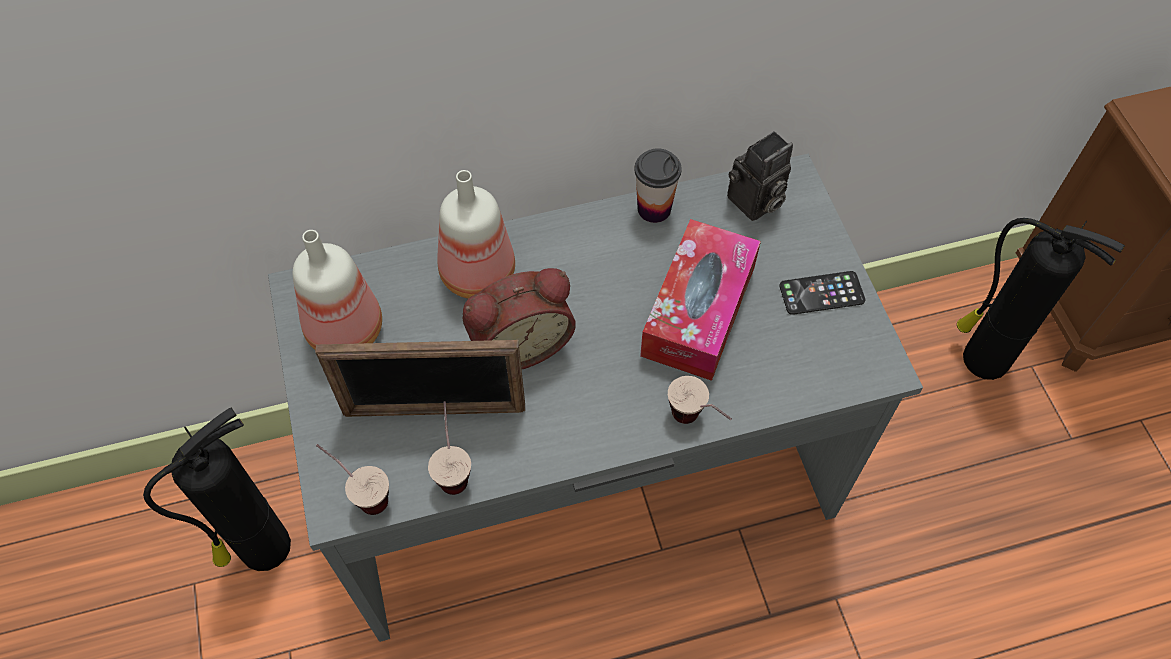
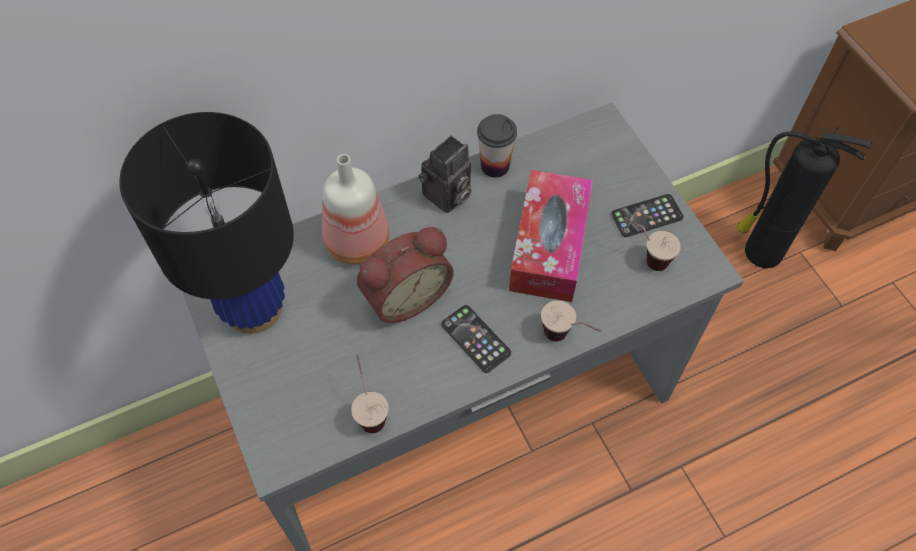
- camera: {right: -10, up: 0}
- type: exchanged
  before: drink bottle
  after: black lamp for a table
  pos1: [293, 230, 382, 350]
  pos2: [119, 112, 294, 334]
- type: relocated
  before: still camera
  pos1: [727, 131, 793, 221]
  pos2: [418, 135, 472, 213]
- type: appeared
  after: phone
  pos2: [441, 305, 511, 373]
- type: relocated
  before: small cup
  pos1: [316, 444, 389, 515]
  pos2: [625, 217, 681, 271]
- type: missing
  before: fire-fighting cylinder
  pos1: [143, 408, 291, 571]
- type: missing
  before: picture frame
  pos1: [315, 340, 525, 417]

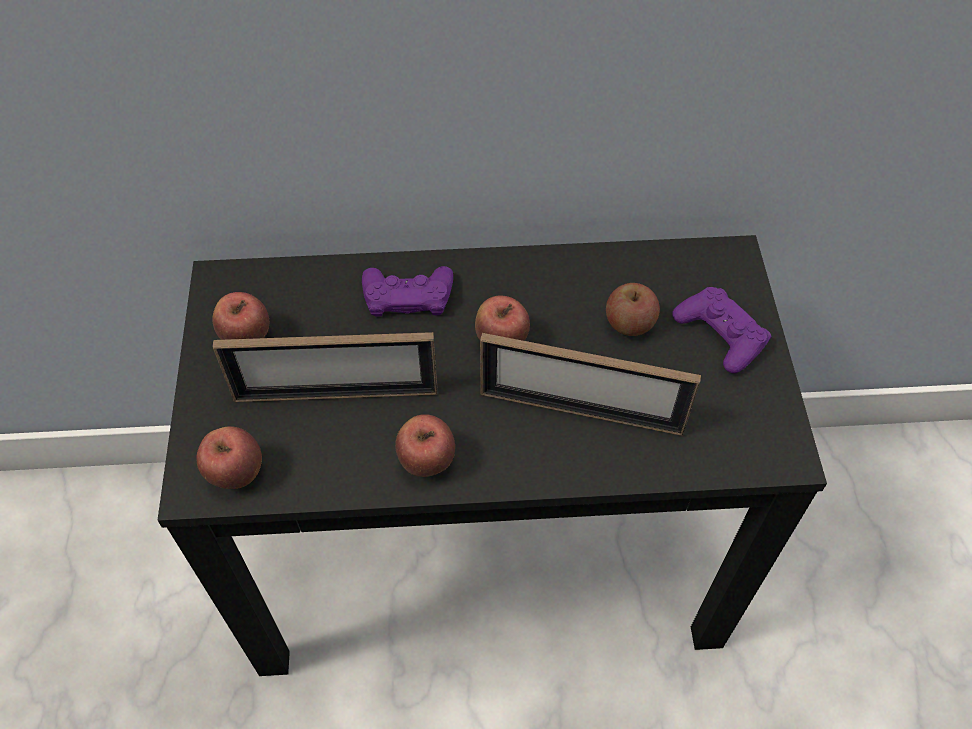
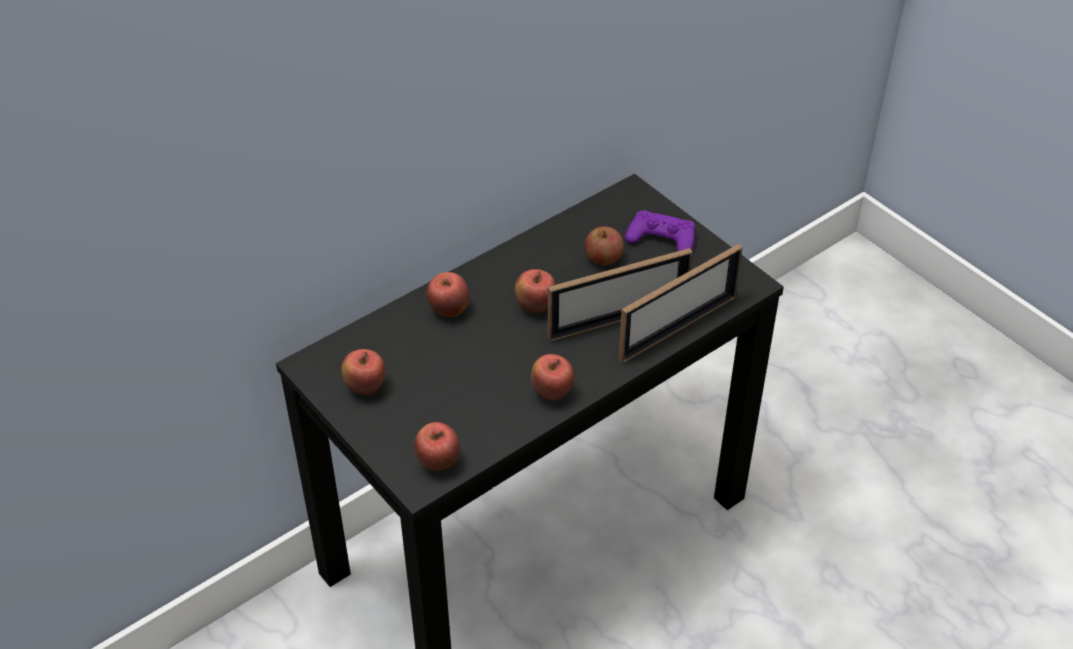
- camera: {right: -35, up: -10}
- type: exchanged
  before: purple joypad
  after: apple fruit
  pos1: [362, 266, 453, 317]
  pos2: [427, 272, 470, 317]
- type: relocated
  before: picture frame
  pos1: [213, 332, 438, 402]
  pos2: [618, 244, 743, 363]

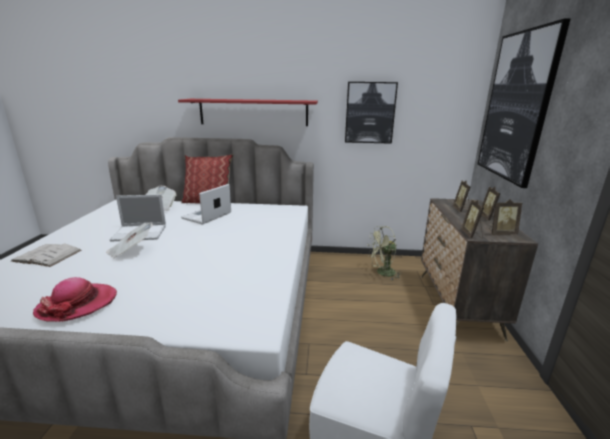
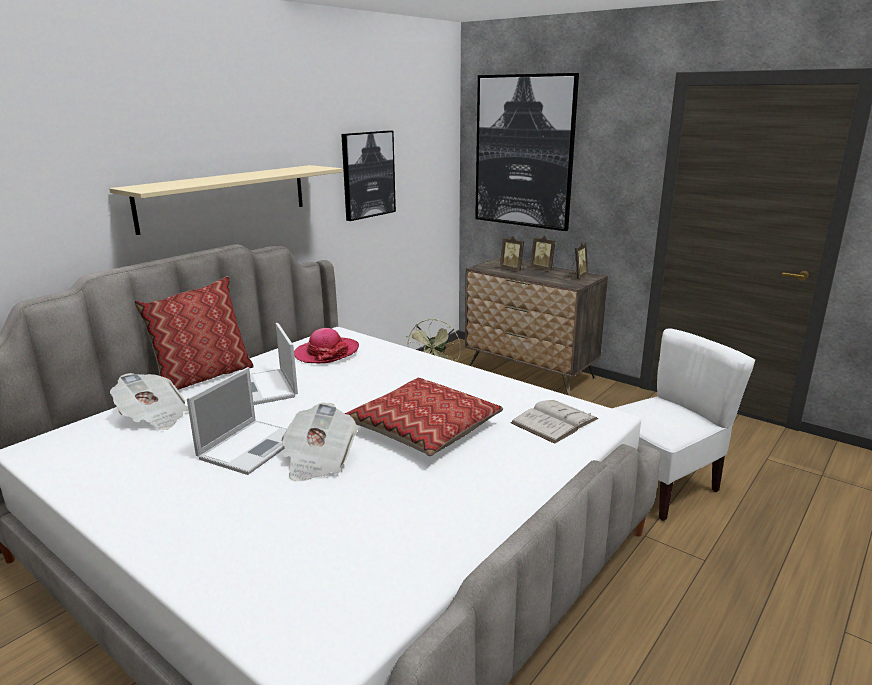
- camera: {right: -55, up: 0}
- type: colour
  before: reddish shelf
  after: sand-coloured shelf
  pos1: [178, 99, 318, 126]
  pos2: [109, 165, 343, 235]
- type: relocated
  before: wearable hat
  pos1: [33, 277, 117, 322]
  pos2: [294, 328, 359, 363]
- type: appeared
  after: cushion
  pos2: [345, 378, 503, 456]
- type: relocated
  before: whitish bound book
  pos1: [11, 244, 81, 267]
  pos2: [511, 400, 599, 444]
- type: missing
  before: picture frame
  pos1: [462, 199, 484, 238]

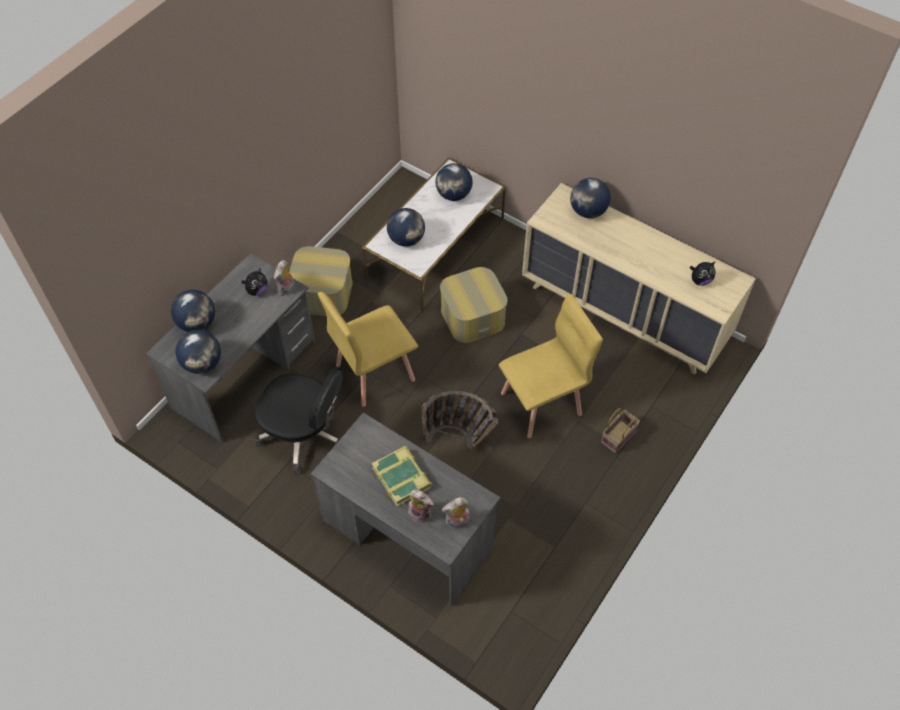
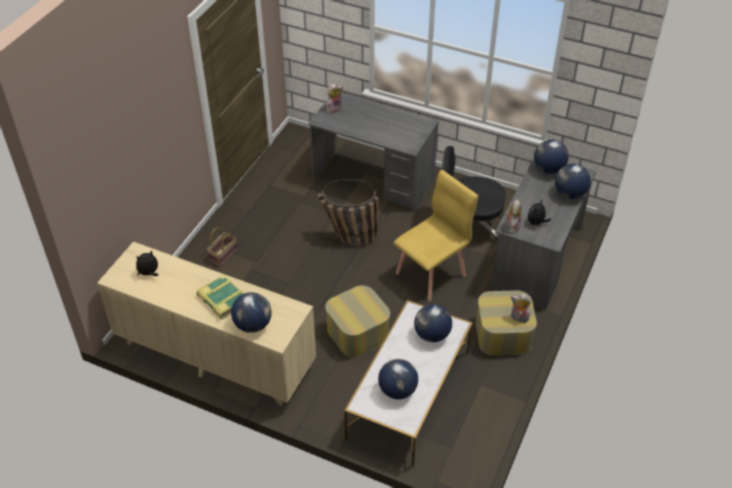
- camera: {right: 170, up: -10}
- type: relocated
  before: bound book
  pos1: [372, 446, 432, 507]
  pos2: [196, 274, 244, 319]
- type: relocated
  before: cuddly toy
  pos1: [408, 489, 434, 524]
  pos2: [511, 294, 531, 323]
- type: missing
  before: yellowish plain chair
  pos1: [499, 294, 603, 438]

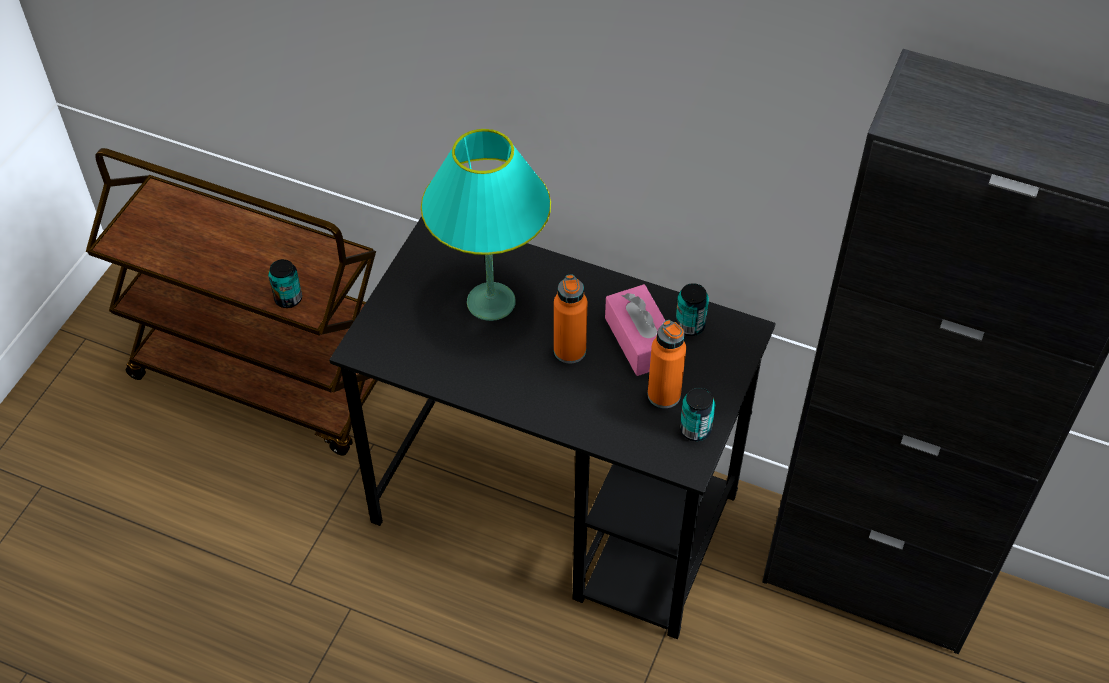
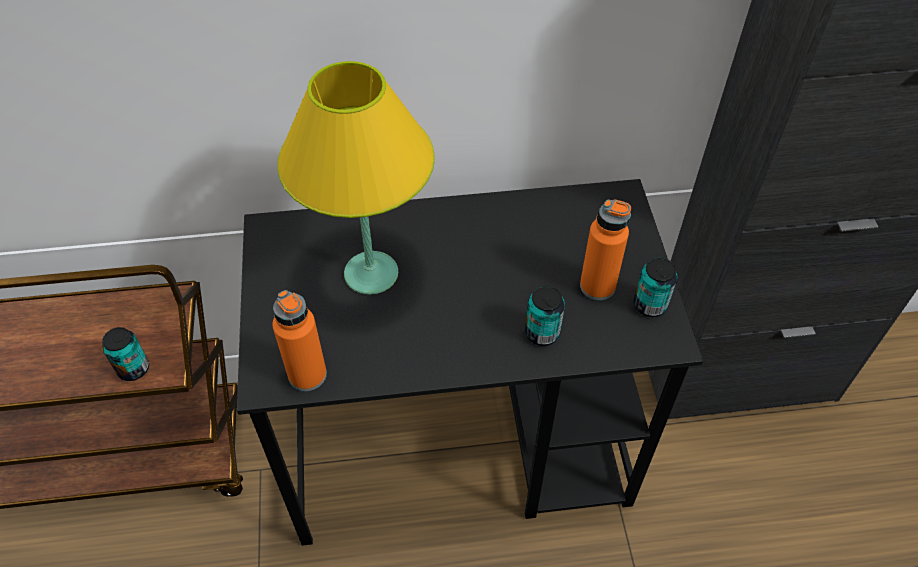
- camera: {right: -30, up: 0}
- type: relocated
  before: orange-coloured drink bottle
  pos1: [554, 275, 587, 364]
  pos2: [273, 290, 327, 391]
- type: colour
  before: blue-green lamp for a table
  after: yellowish lamp for a table
  pos1: [421, 129, 551, 321]
  pos2: [277, 61, 435, 295]
- type: relocated
  before: metal can
  pos1: [675, 283, 709, 336]
  pos2: [525, 286, 565, 346]
- type: missing
  before: pink tissue holder
  pos1: [605, 284, 666, 376]

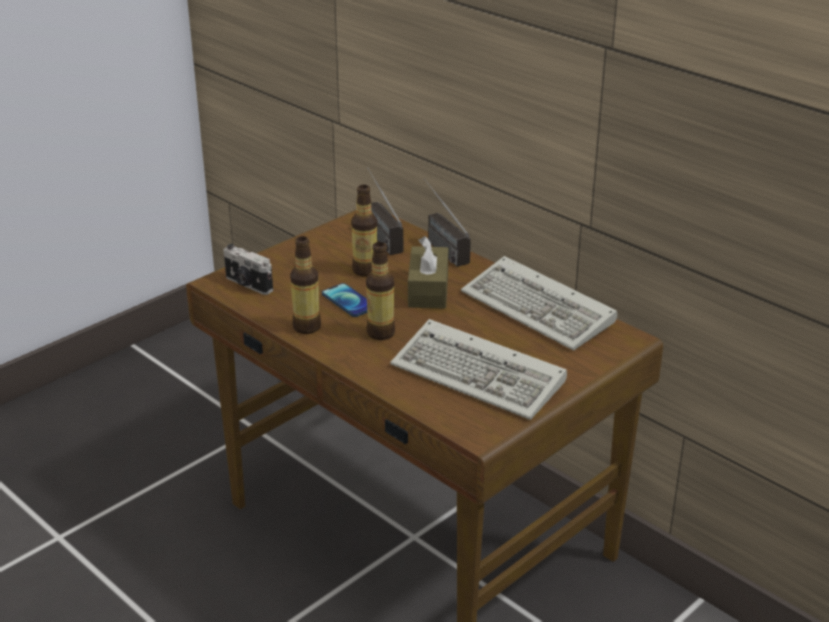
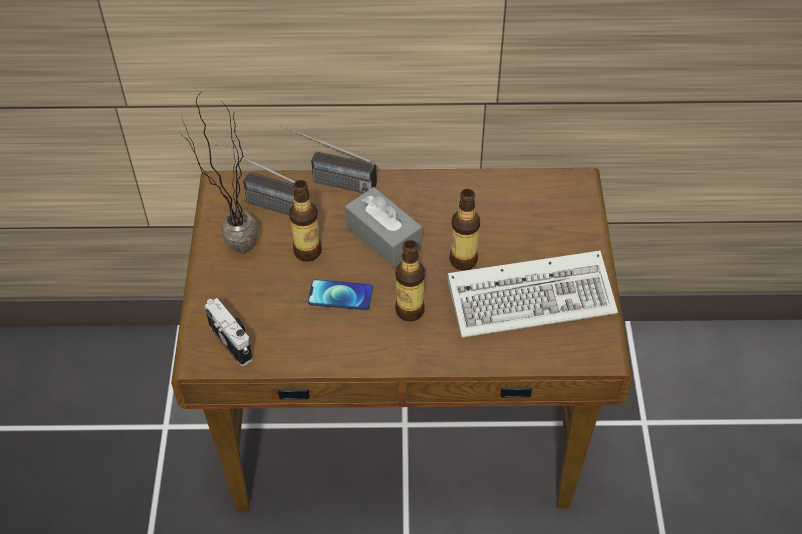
- camera: {right: -45, up: 20}
- type: appeared
  after: houseplant
  pos2: [178, 92, 257, 253]
- type: spun
  before: still camera
  pos1: [223, 244, 273, 295]
  pos2: [205, 298, 253, 366]
  turn: -120
- type: colour
  before: brownish tissue holder
  after: grey tissue holder
  pos1: [408, 236, 448, 309]
  pos2: [345, 187, 422, 267]
- type: relocated
  before: drink bottle
  pos1: [290, 236, 321, 334]
  pos2: [449, 189, 480, 271]
- type: missing
  before: PC keyboard
  pos1: [461, 256, 617, 351]

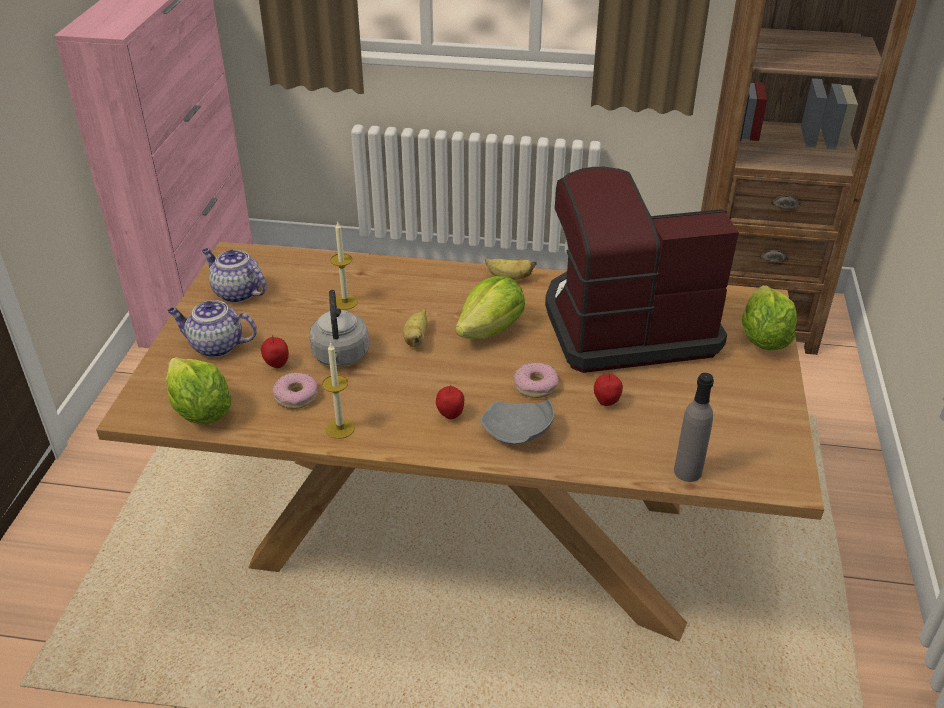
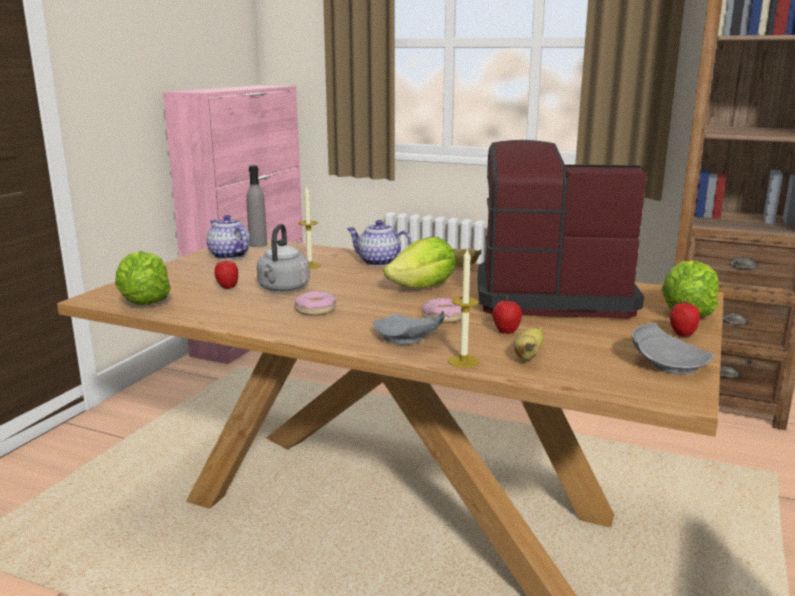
- camera: {right: 15, up: -20}
- type: relocated
  before: grey drink bottle
  pos1: [674, 373, 714, 482]
  pos2: [246, 165, 267, 247]
- type: relocated
  before: donut
  pos1: [273, 372, 318, 409]
  pos2: [295, 291, 336, 316]
- type: relocated
  before: pot for tea
  pos1: [167, 300, 257, 357]
  pos2: [347, 220, 413, 266]
- type: relocated
  before: candle
  pos1: [322, 342, 355, 439]
  pos2: [448, 249, 479, 368]
- type: relocated
  before: banana
  pos1: [403, 309, 427, 347]
  pos2: [514, 327, 544, 361]
- type: appeared
  after: grey dinner plate
  pos2: [632, 323, 714, 375]
- type: relocated
  before: apple fruit
  pos1: [436, 385, 464, 420]
  pos2: [670, 298, 700, 337]

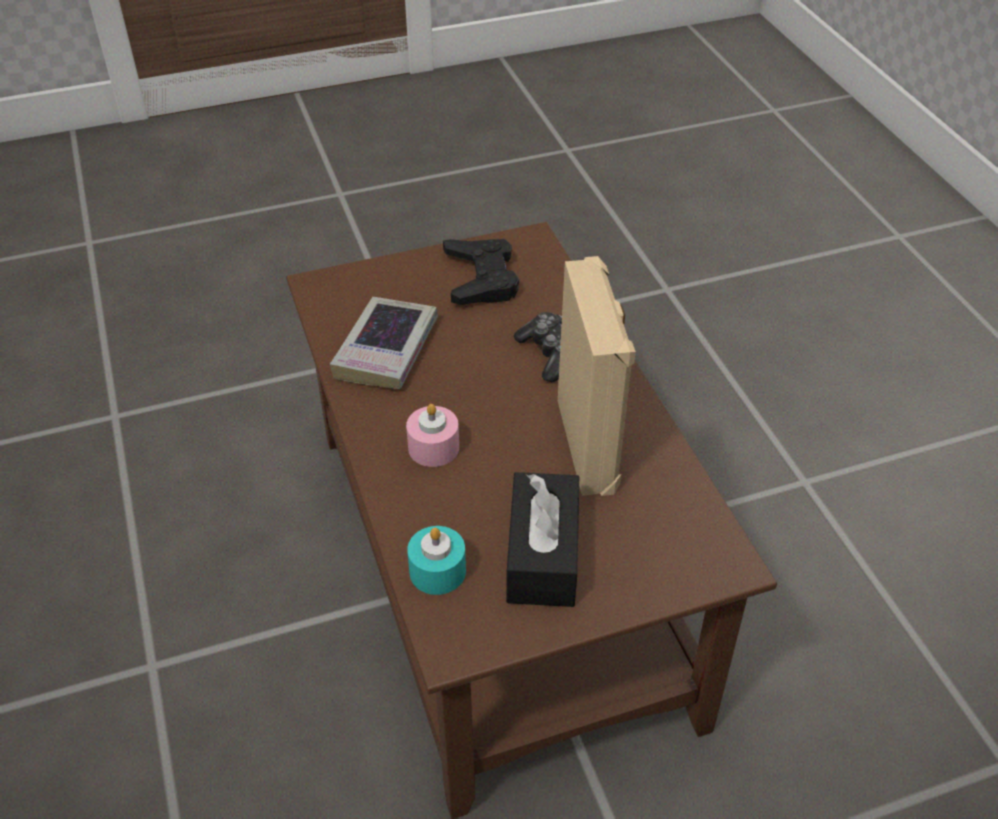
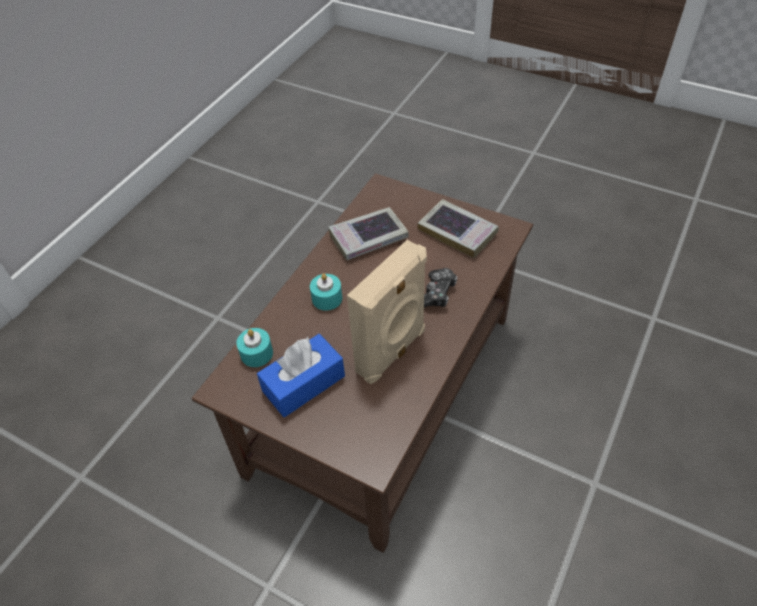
- camera: {right: 50, up: 5}
- type: colour
  before: black tissue holder
  after: blue tissue holder
  pos1: [506, 472, 579, 607]
  pos2: [257, 334, 345, 417]
- type: colour
  before: pink candle
  after: blue-green candle
  pos1: [406, 404, 459, 467]
  pos2: [310, 273, 342, 311]
- type: exchanged
  before: black joypad
  after: bound book
  pos1: [443, 239, 519, 305]
  pos2: [417, 199, 499, 258]

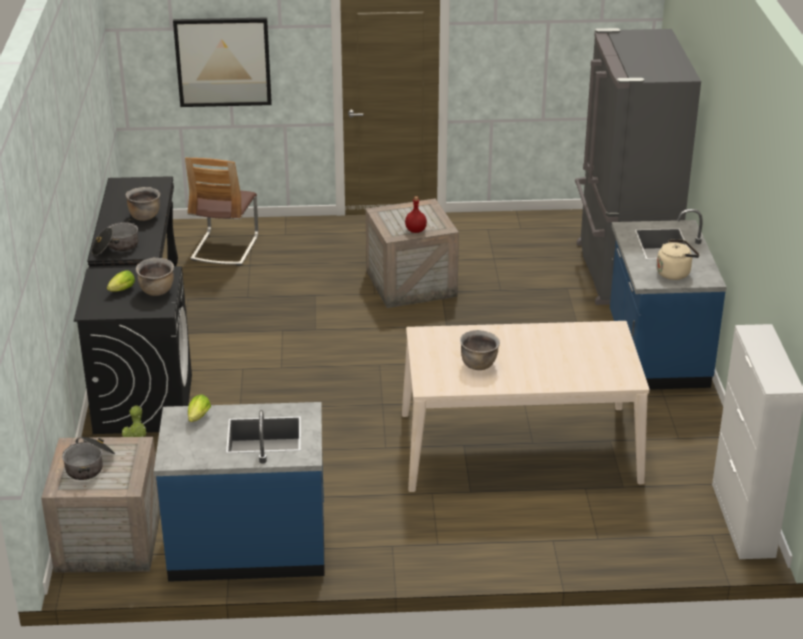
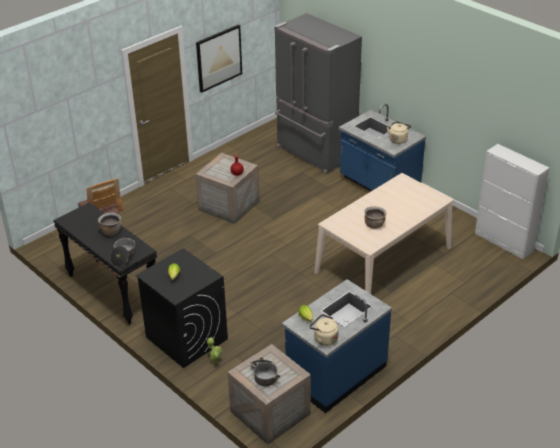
- camera: {right: -40, up: 5}
- type: relocated
  before: wall art
  pos1: [173, 17, 272, 107]
  pos2: [196, 25, 242, 93]
- type: appeared
  after: sand-coloured tea kettle
  pos2: [309, 314, 339, 346]
- type: missing
  before: brownish saucepot
  pos1: [136, 258, 174, 296]

